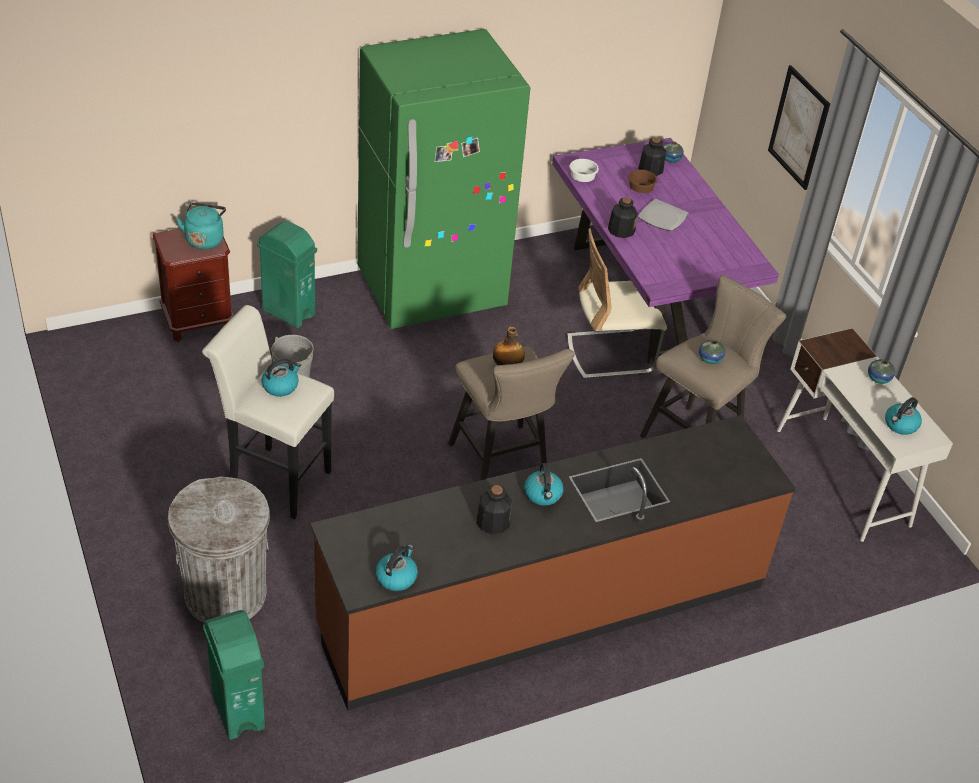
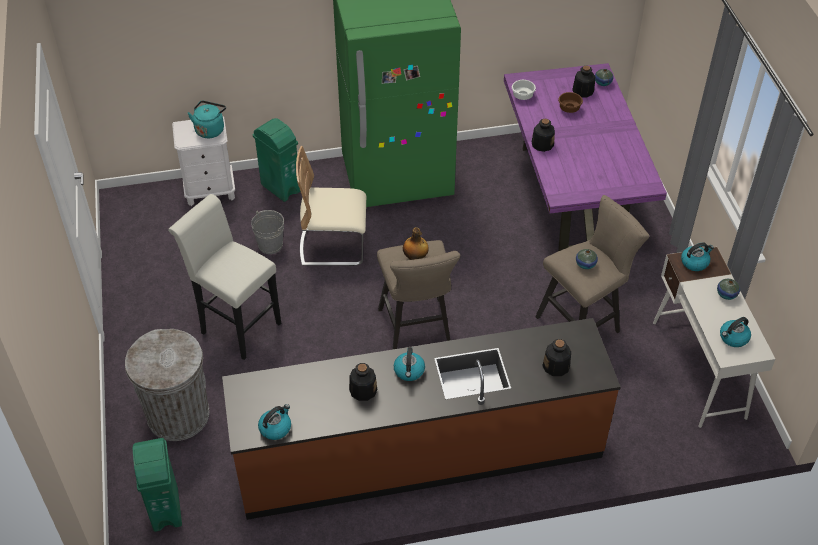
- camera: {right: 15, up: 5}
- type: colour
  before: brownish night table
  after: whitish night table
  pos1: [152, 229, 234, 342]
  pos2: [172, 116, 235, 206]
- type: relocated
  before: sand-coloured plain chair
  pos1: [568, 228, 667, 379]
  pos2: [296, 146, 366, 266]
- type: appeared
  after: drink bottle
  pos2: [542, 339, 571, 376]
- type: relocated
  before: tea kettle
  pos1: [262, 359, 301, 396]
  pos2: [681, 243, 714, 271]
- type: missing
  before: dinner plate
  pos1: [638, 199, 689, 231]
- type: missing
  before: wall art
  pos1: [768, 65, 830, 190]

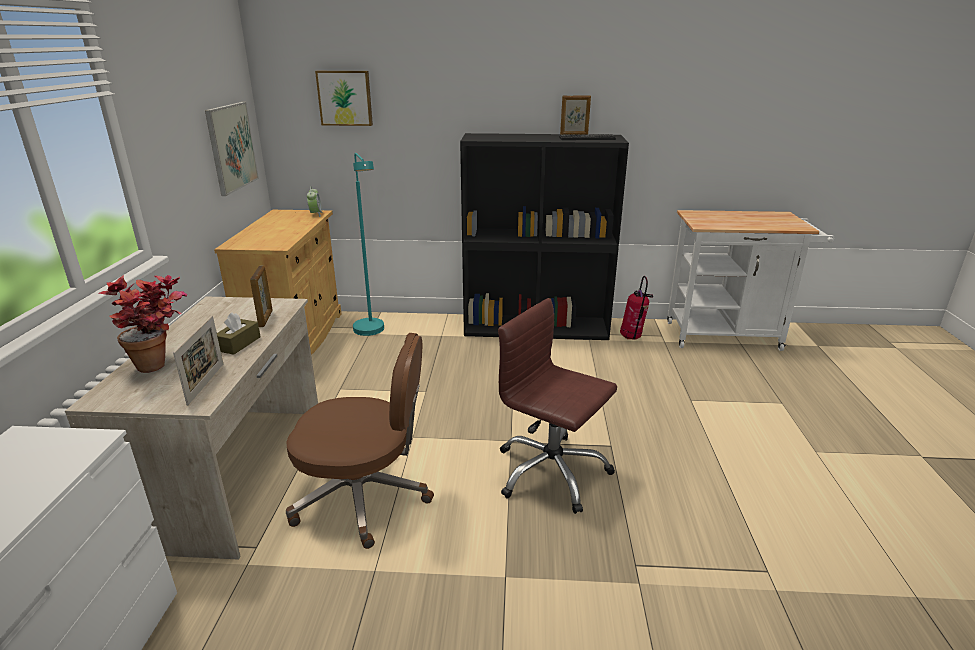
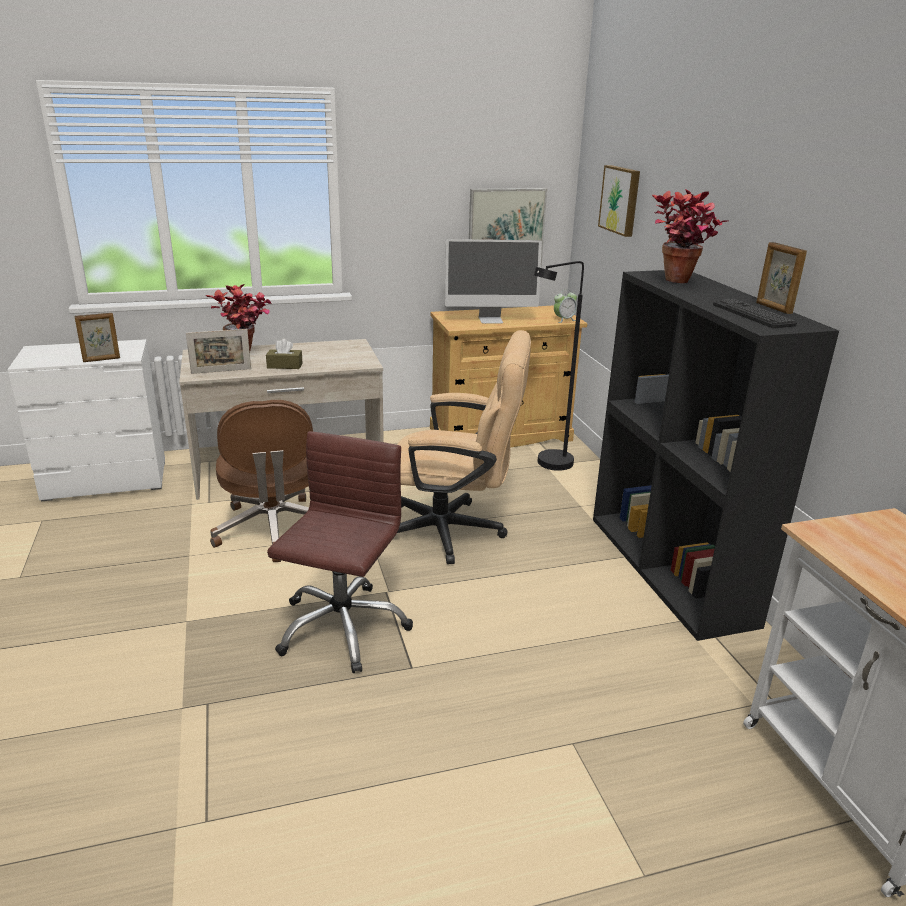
- camera: {right: 70, up: 0}
- type: relocated
  before: picture frame
  pos1: [250, 265, 273, 327]
  pos2: [74, 313, 120, 362]
- type: appeared
  after: sand-coloured desk chair
  pos2: [397, 330, 531, 564]
- type: appeared
  after: computer display
  pos2: [445, 239, 542, 324]
- type: colour
  before: blue-green standard lamp
  after: black standard lamp
  pos1: [353, 153, 384, 336]
  pos2: [534, 261, 584, 471]
- type: appeared
  after: houseplant
  pos2: [652, 189, 728, 283]
- type: missing
  before: fire-fighting cylinder
  pos1: [620, 276, 653, 340]

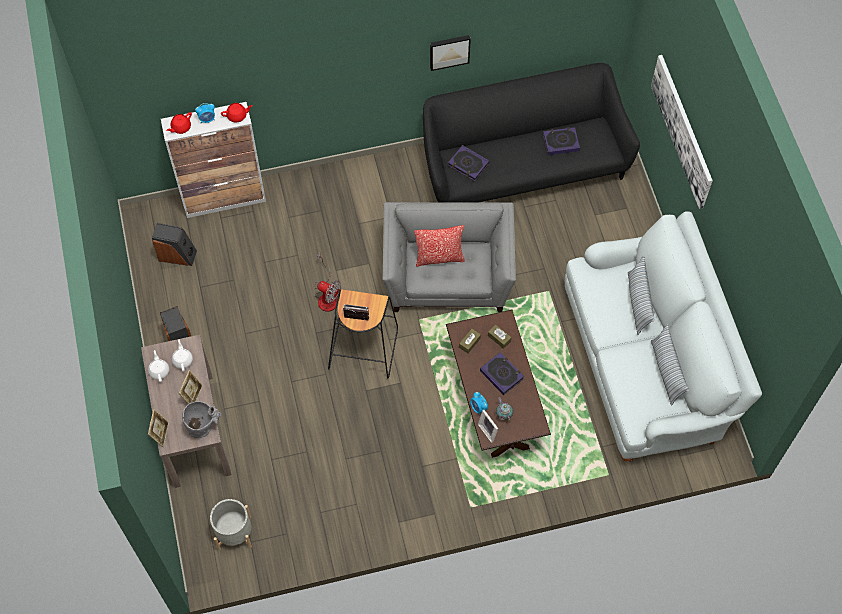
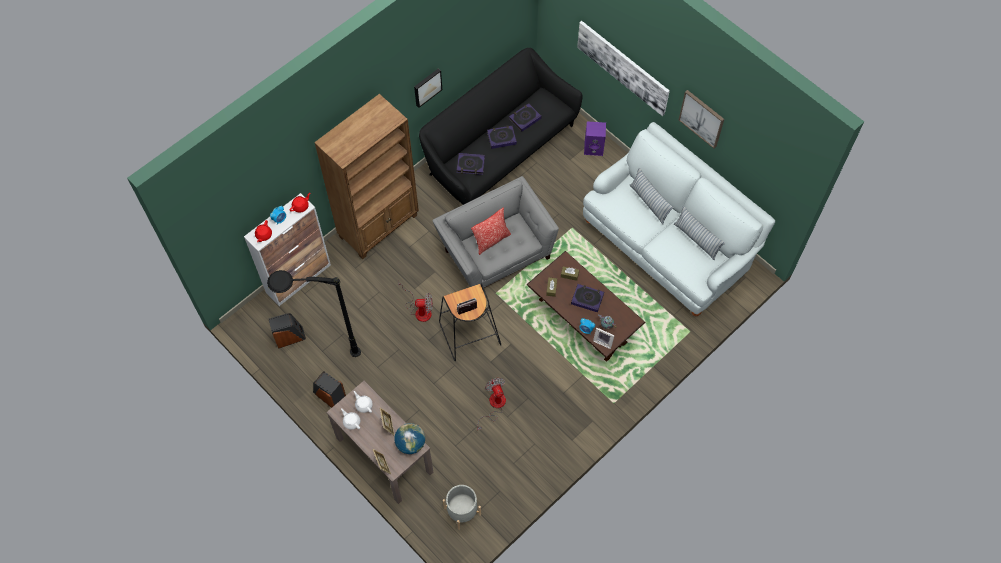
- camera: {right: -30, up: 0}
- type: appeared
  after: black standard lamp
  pos2: [267, 270, 361, 357]
- type: appeared
  after: brownish shelving unit
  pos2: [314, 94, 419, 259]
- type: exchanged
  before: grey flower vase
  after: globe
  pos1: [182, 401, 222, 438]
  pos2: [394, 423, 425, 454]
- type: appeared
  after: electric fan
  pos2: [477, 378, 506, 430]
- type: appeared
  after: bound book
  pos2: [487, 125, 517, 149]
- type: appeared
  after: purple audio speaker
  pos2: [584, 121, 606, 156]
- type: appeared
  after: wall art
  pos2: [679, 90, 724, 149]

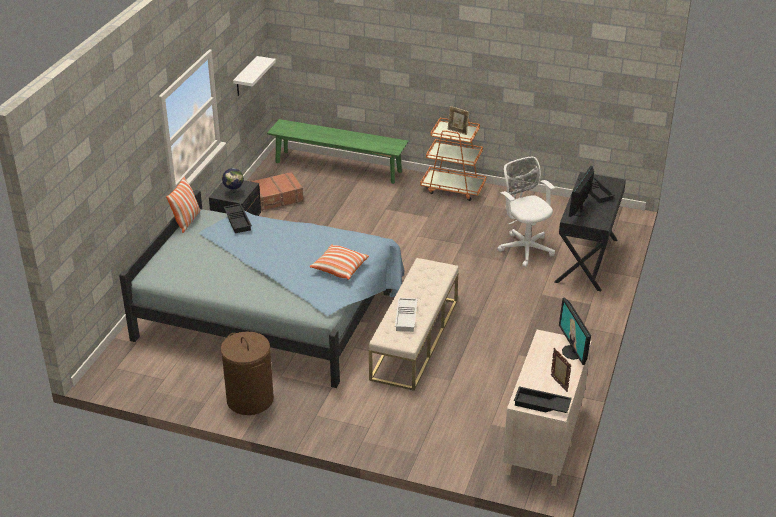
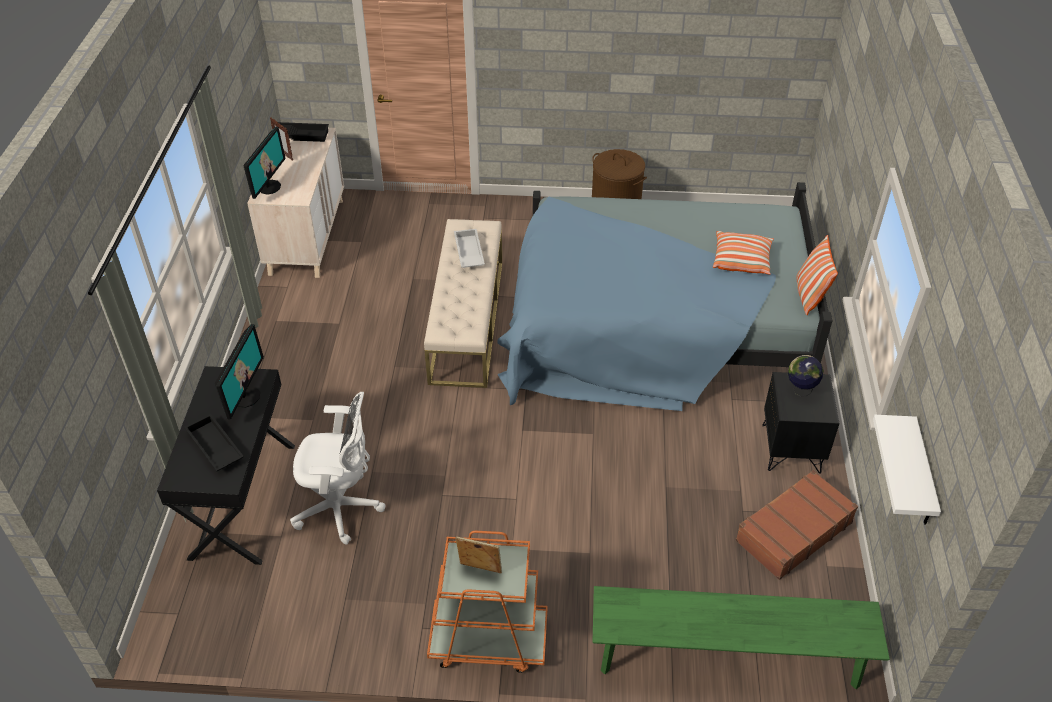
- camera: {right: 165, up: 10}
- type: spun
  before: computer display
  pos1: [559, 298, 591, 365]
  pos2: [243, 127, 286, 199]
  turn: 45
- type: spun
  before: whitish desk chair
  pos1: [497, 157, 555, 267]
  pos2: [290, 392, 386, 544]
  turn: -45
- type: relocated
  before: cushion
  pos1: [310, 244, 369, 280]
  pos2: [713, 231, 774, 275]
- type: missing
  before: black tray
  pos1: [224, 203, 252, 233]

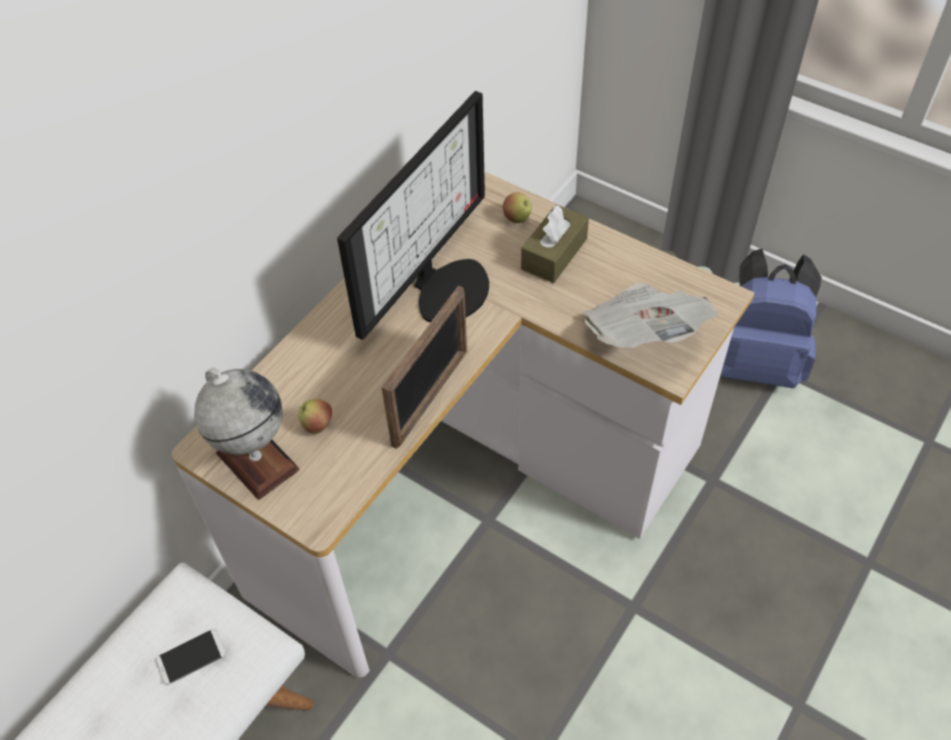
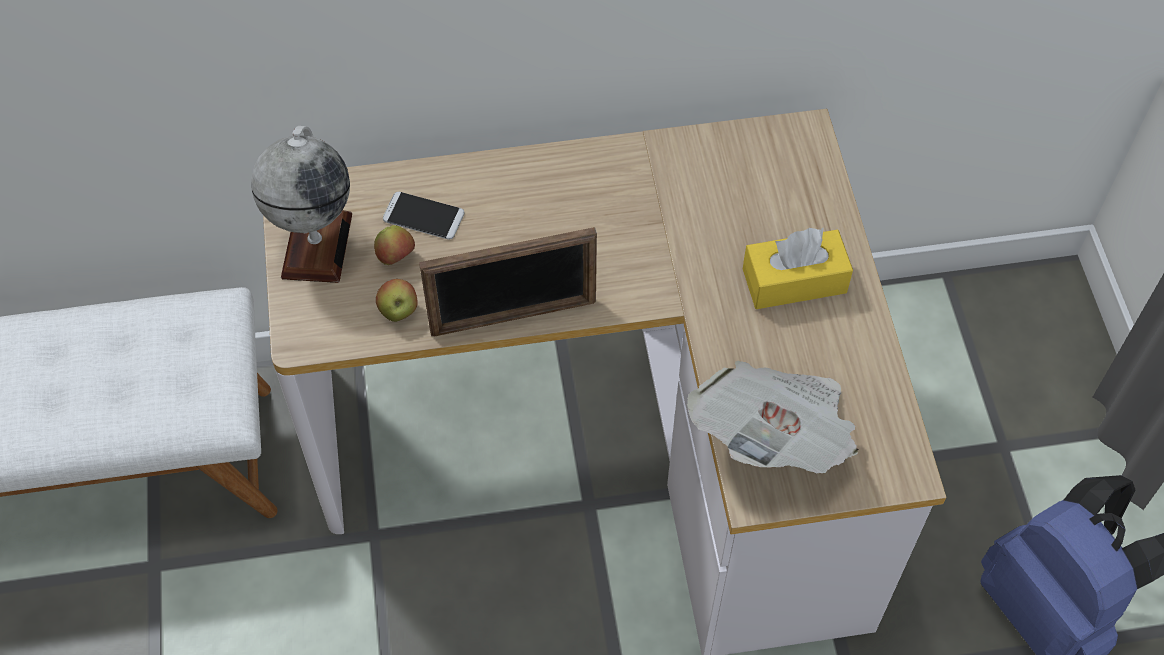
- camera: {right: 45, up: 5}
- type: relocated
  before: apple fruit
  pos1: [503, 193, 532, 223]
  pos2: [376, 279, 418, 322]
- type: relocated
  before: phone
  pos1: [155, 629, 226, 685]
  pos2: [383, 192, 465, 240]
- type: colour
  before: brownish tissue holder
  after: yellowish tissue holder
  pos1: [521, 204, 589, 283]
  pos2: [743, 228, 853, 309]
- type: missing
  before: computer display
  pos1: [337, 91, 489, 340]

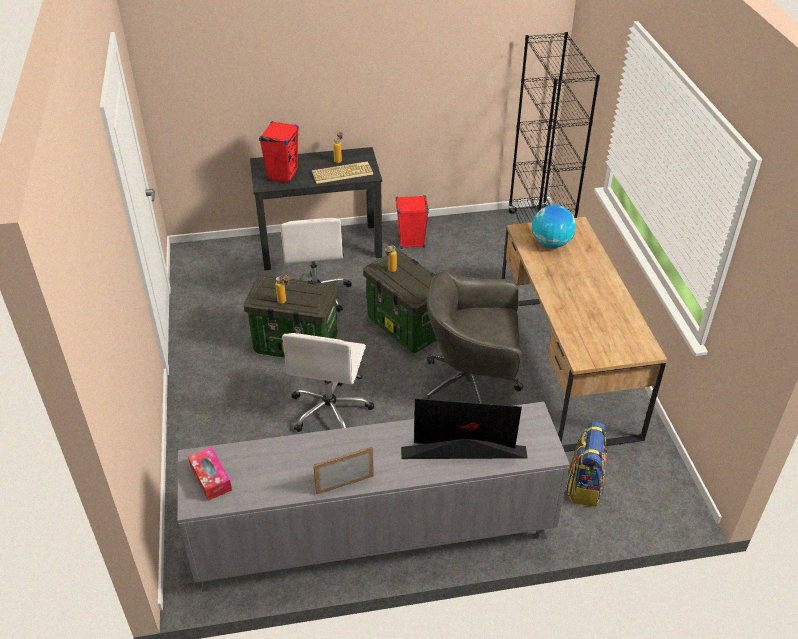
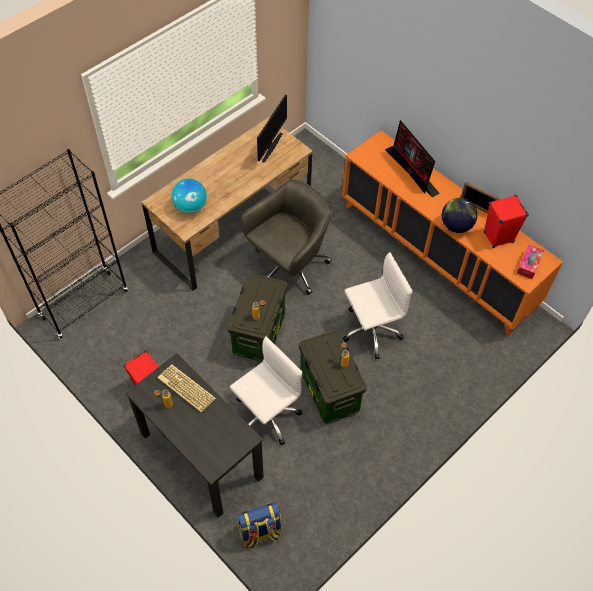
- camera: {right: -125, up: 15}
- type: relocated
  before: rucksack
  pos1: [566, 422, 607, 507]
  pos2: [237, 502, 282, 549]
- type: spun
  before: grey desk chair
  pos1: [423, 271, 523, 403]
  pos2: [241, 180, 332, 295]
  turn: -105
- type: appeared
  after: computer display
  pos2: [257, 95, 287, 163]
- type: colour
  before: grey cupboard
  after: orange-coloured cupboard
  pos1: [177, 402, 570, 592]
  pos2: [342, 130, 563, 335]
- type: appeared
  after: globe
  pos2: [442, 198, 477, 233]
- type: relocated
  before: reddish audio speaker
  pos1: [259, 121, 299, 184]
  pos2: [484, 195, 528, 248]

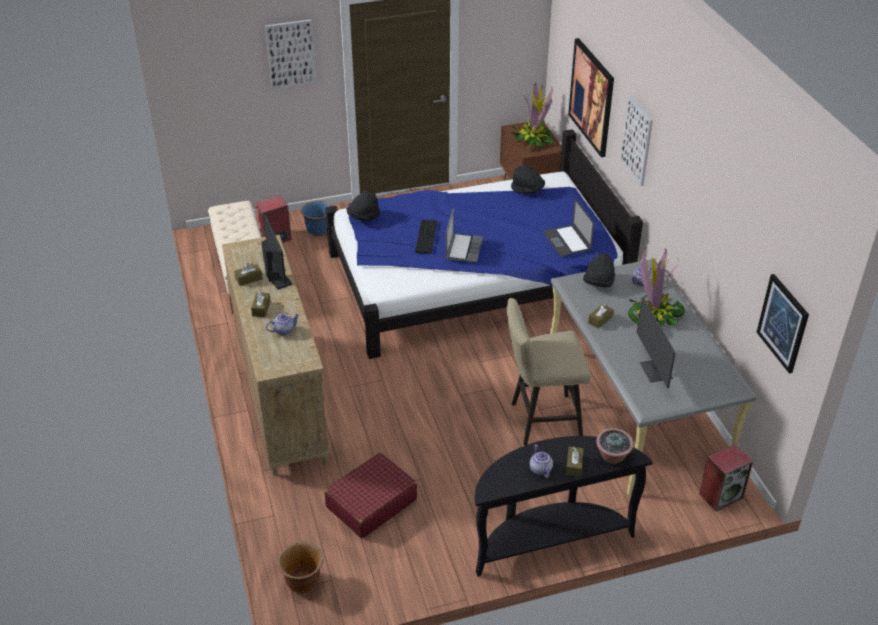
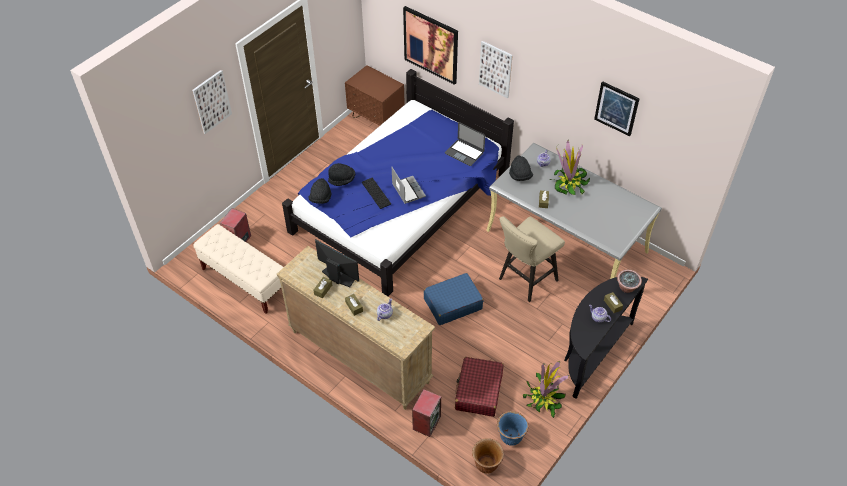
- camera: {right: -35, up: 10}
- type: relocated
  before: black wearable hat
  pos1: [511, 165, 545, 194]
  pos2: [328, 163, 355, 186]
- type: relocated
  before: audio speaker
  pos1: [699, 444, 753, 512]
  pos2: [412, 389, 441, 437]
- type: appeared
  after: blue piece of luggage
  pos2: [424, 273, 483, 325]
- type: relocated
  before: blue plant pot
  pos1: [300, 200, 331, 236]
  pos2: [497, 411, 529, 446]
- type: relocated
  before: houseplant
  pos1: [510, 82, 555, 151]
  pos2: [523, 361, 569, 418]
- type: relocated
  before: wall art
  pos1: [757, 274, 809, 374]
  pos2: [594, 81, 640, 136]
- type: missing
  before: computer display
  pos1: [636, 297, 676, 388]

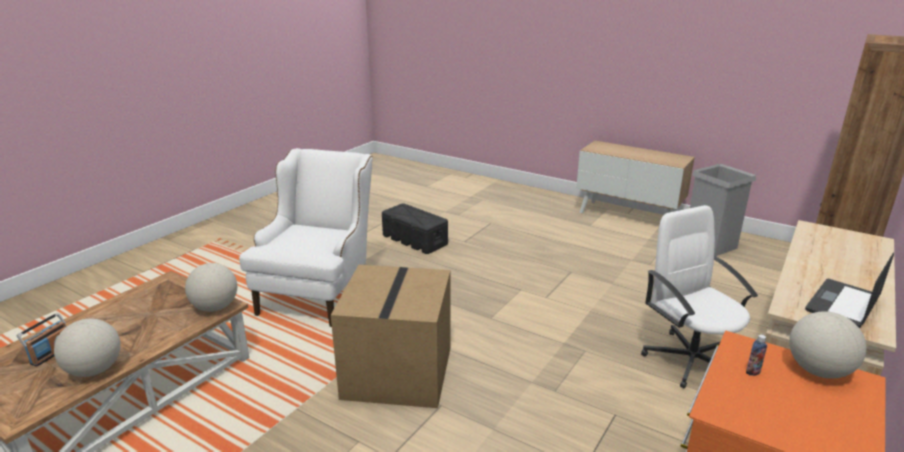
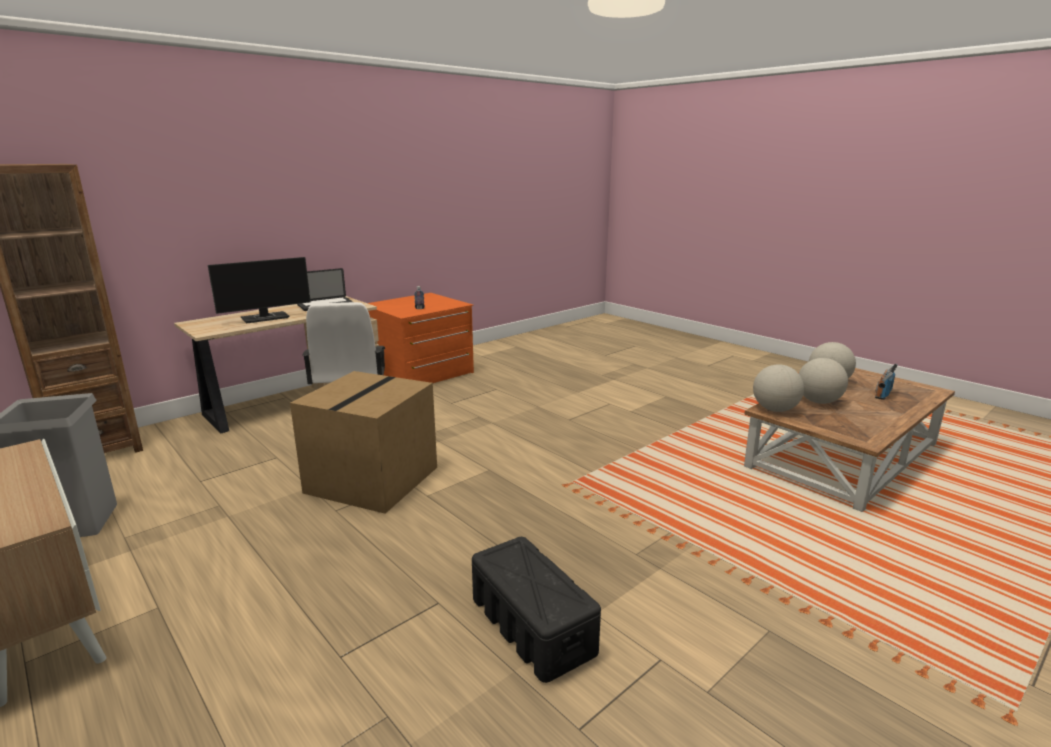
- camera: {right: -165, up: -5}
- type: appeared
  after: computer display
  pos2: [208, 257, 311, 323]
- type: relocated
  before: packing box
  pos1: [331, 265, 451, 408]
  pos2: [290, 371, 437, 514]
- type: relocated
  before: globe
  pos1: [789, 311, 867, 378]
  pos2: [799, 358, 848, 404]
- type: missing
  before: whitish easy chair
  pos1: [239, 148, 373, 327]

